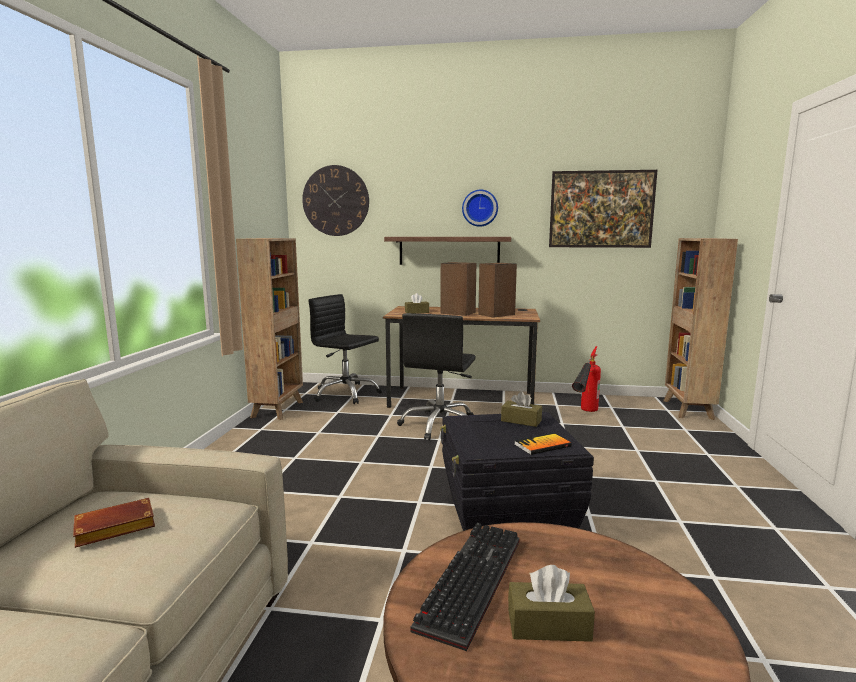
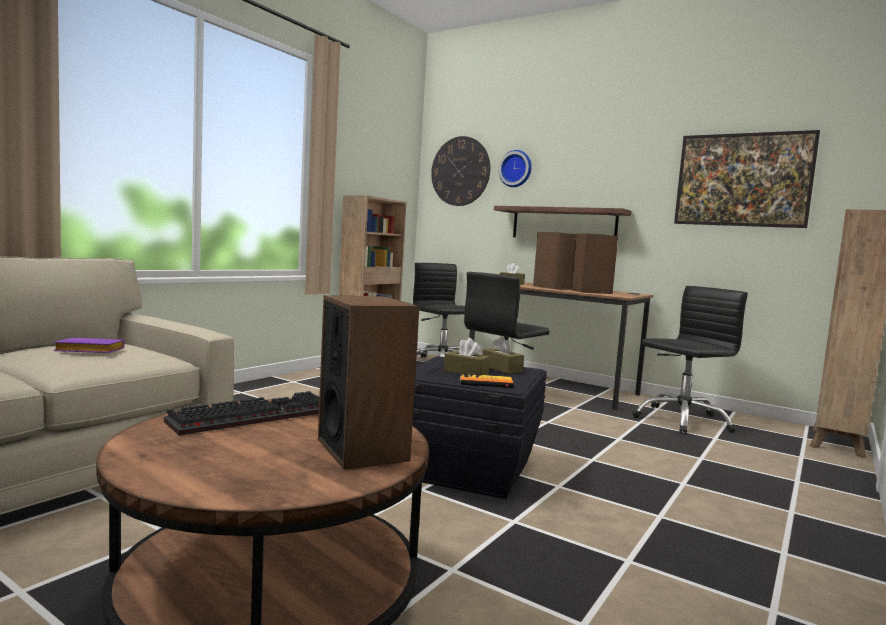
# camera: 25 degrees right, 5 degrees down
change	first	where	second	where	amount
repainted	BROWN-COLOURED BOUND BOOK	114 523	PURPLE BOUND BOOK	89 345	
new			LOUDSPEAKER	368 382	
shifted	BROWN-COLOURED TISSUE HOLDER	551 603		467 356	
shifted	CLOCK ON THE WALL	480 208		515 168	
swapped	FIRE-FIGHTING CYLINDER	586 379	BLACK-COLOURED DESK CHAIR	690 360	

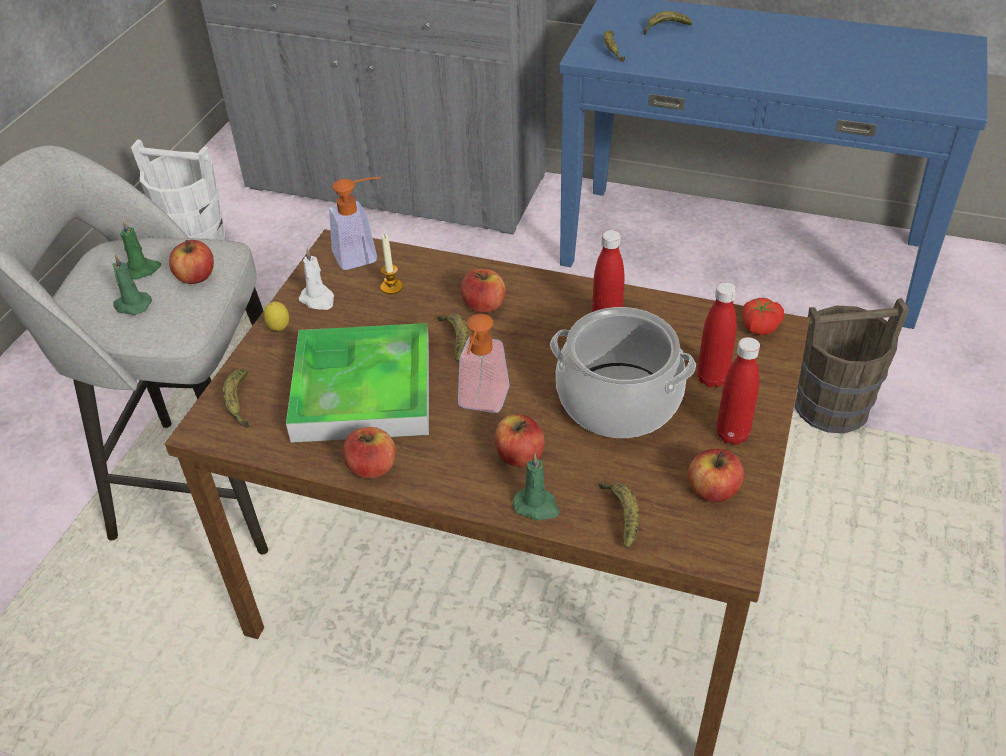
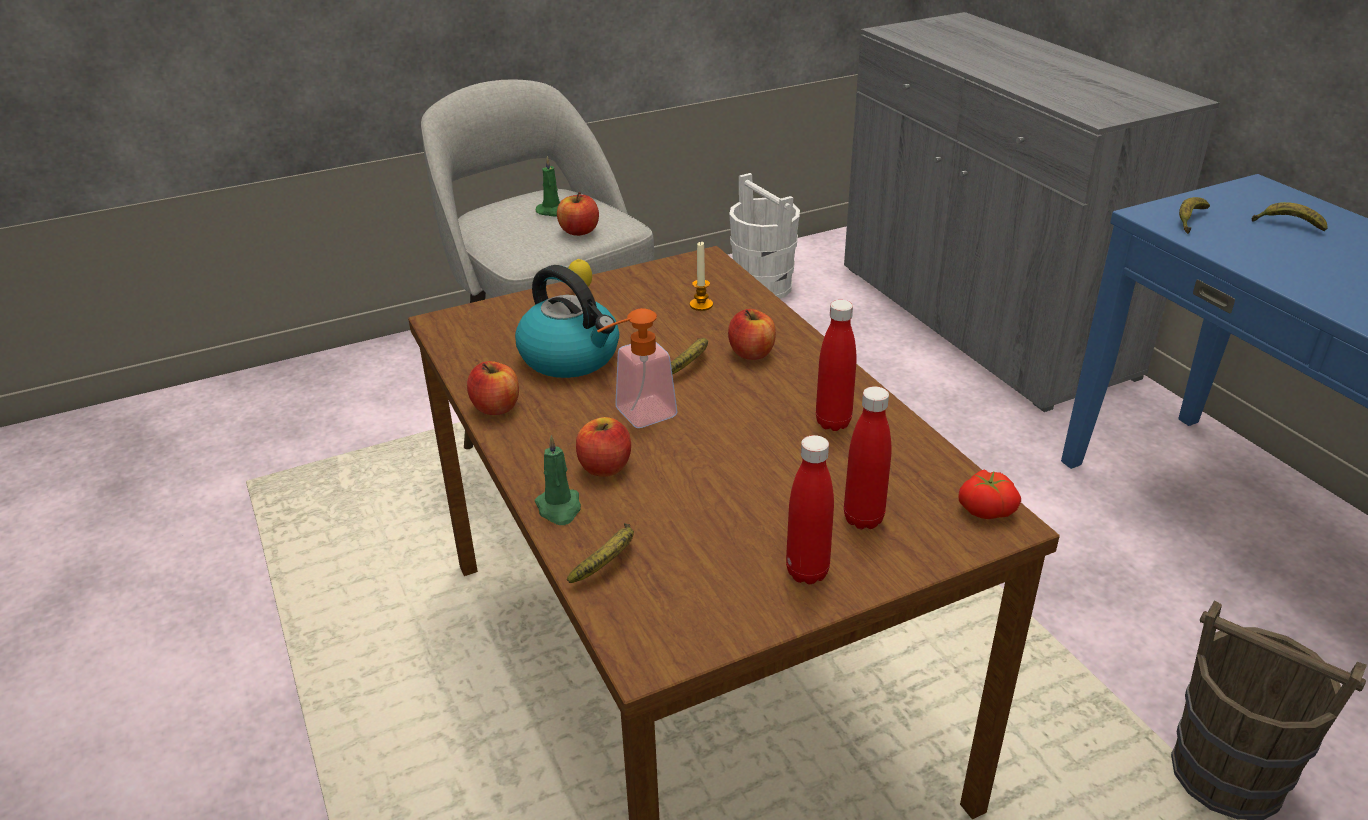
# camera: 45 degrees right, 10 degrees down
change	first	where	second	where	amount
swapped	CARRYING TRAY	357 383	WATER KETTLE	567 321	
gone	GREEN WAX LIGHT	132 284			
gone	WHOLE BANANA	236 398			
gone	WHITE WAX LIGHT	316 279			
gone	SOAP DISPENSER	355 223			
gone	STOCKPOT	623 372			
gone	APPLE	716 475			

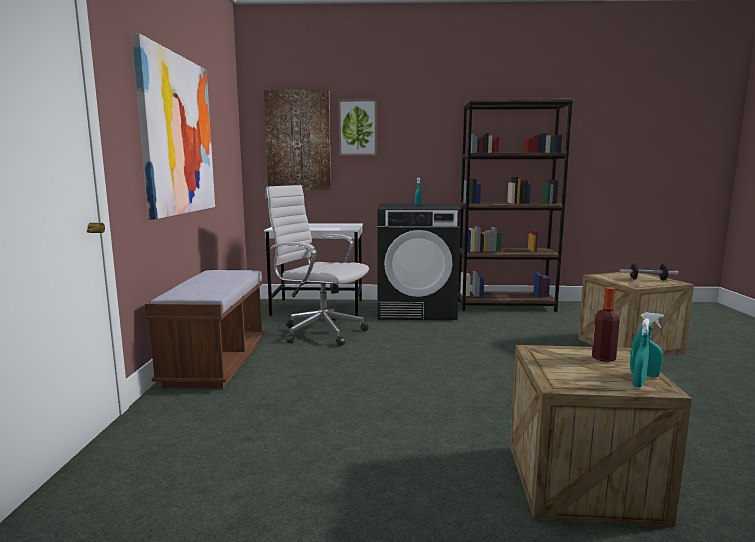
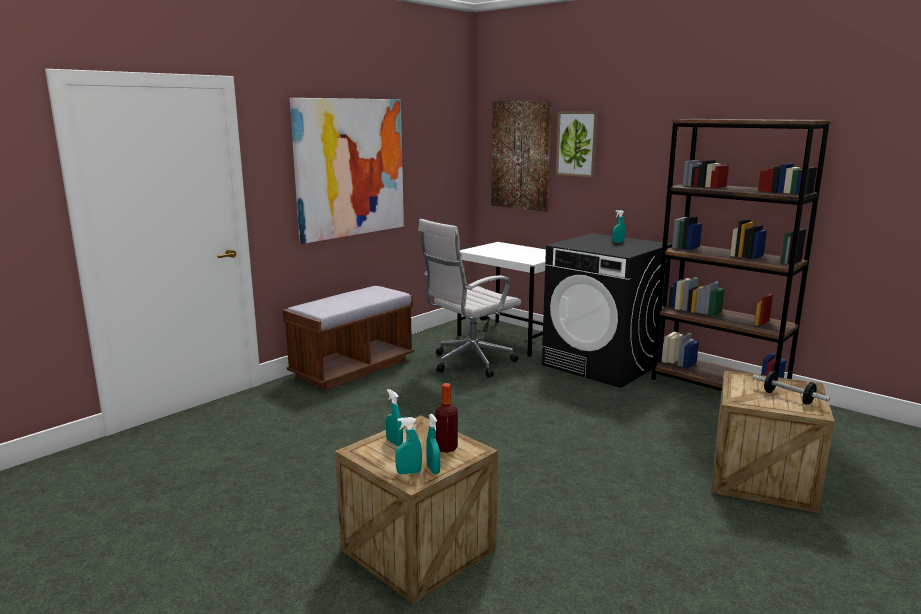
# camera: 40 degrees right, 5 degrees up
change	first	where	second	where	amount
new			TURQUOISE SPRAYER	394 417	
rotated	WHITE DESK CHAIR	317 265		469 298	105 degrees counterclockwise

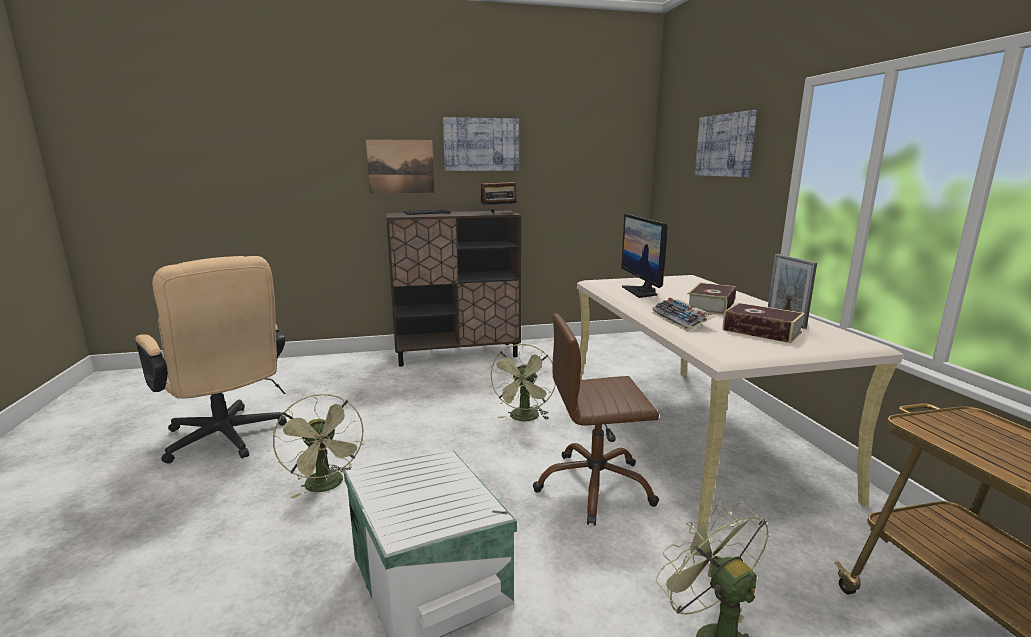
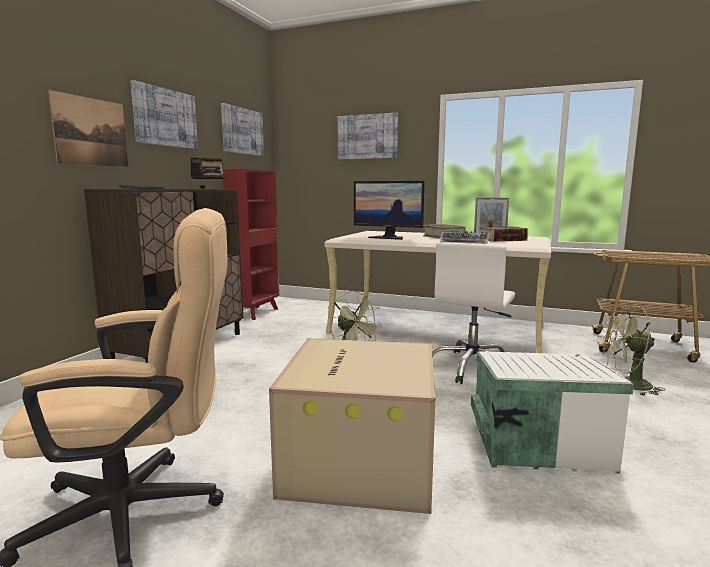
# camera: 55 degrees left, 5 degrees down
change	first	where	second	where	amount
new			WALL ART	242 129	
new			RED SHELVING UNIT	251 244	
swapped	GREEN ELECTRIC FAN	319 446	PACKING BOX	352 426	
repainted	BROWN-COLOURED DESK CHAIR	596 419	WHITE DESK CHAIR	474 313	

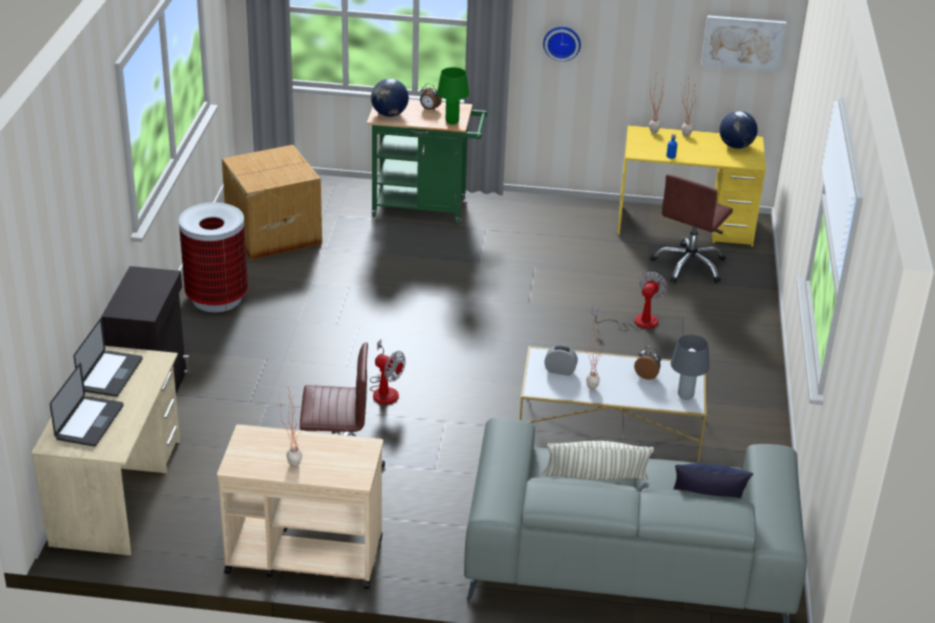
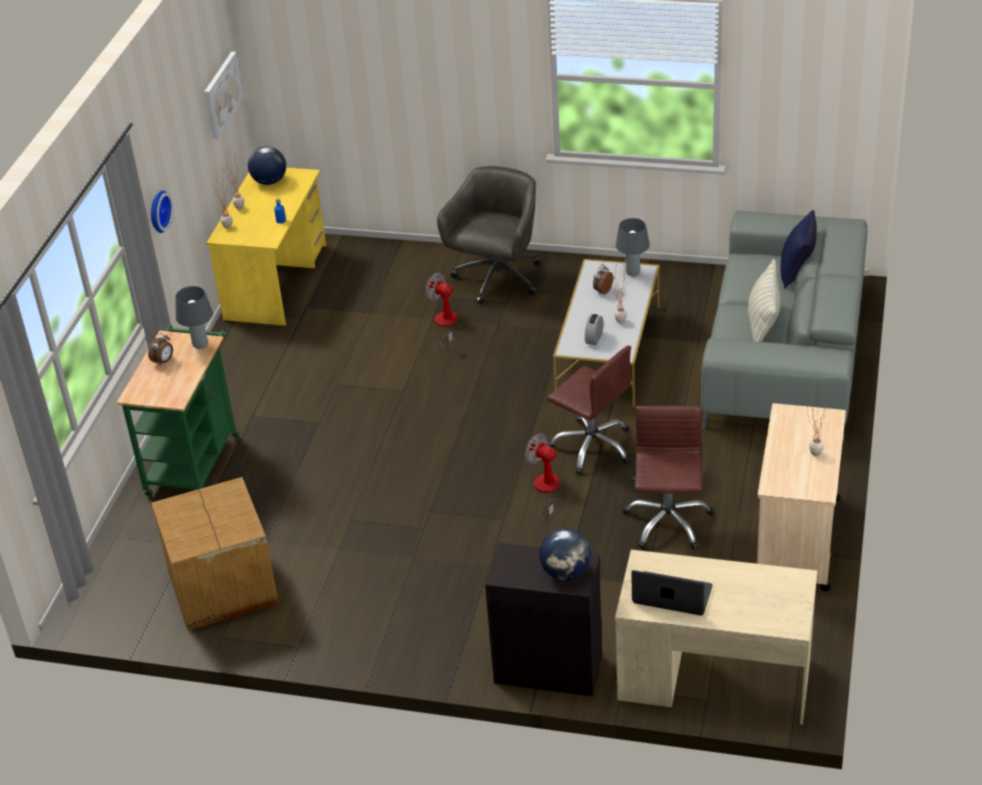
# camera: 80 degrees left, 5 degrees up
change	first	where	second	where	amount
repainted	GREEN TABLE LAMP	453 95	GREY TABLE LAMP	194 317	
new			GREY DESK CHAIR	489 235	
rotated	ELECTRIC FAN	388 372		544 477	90 degrees counterclockwise
shifted	WORLD GLOBE	390 98		565 554	
shifted	BROWN-COLOURED DESK CHAIR	691 228		589 410	
gone	PORTABLE COMPUTER	87 405			
gone	WASTE BIN	213 257			

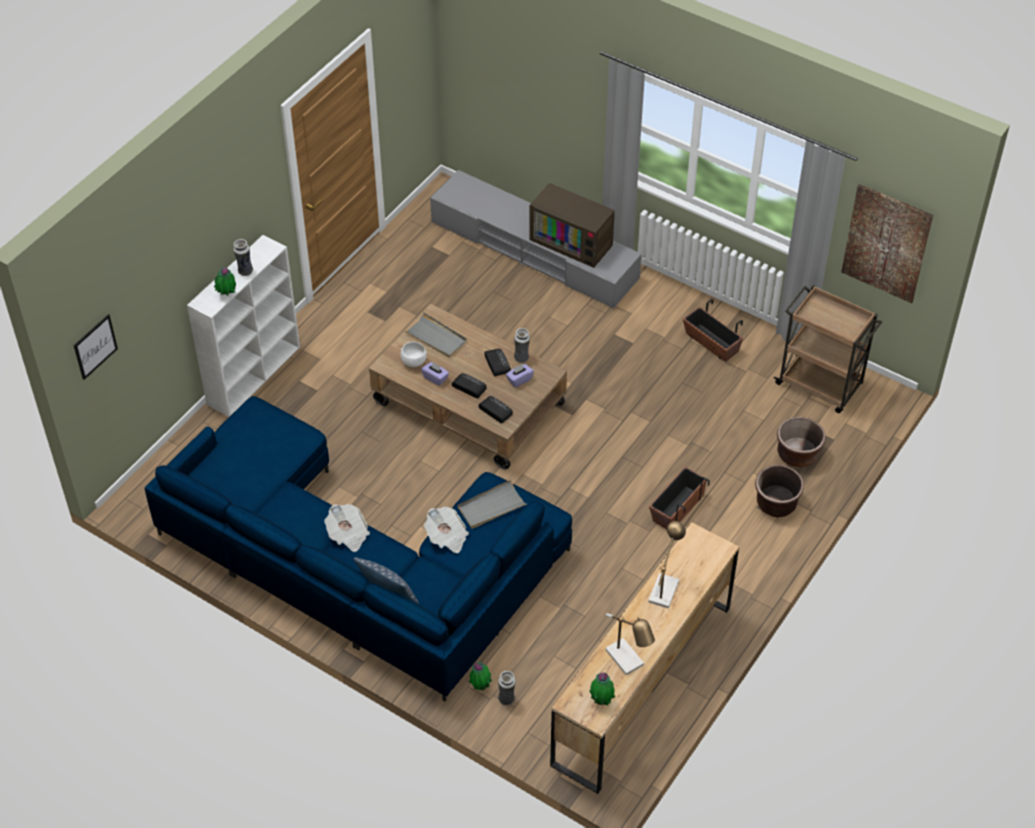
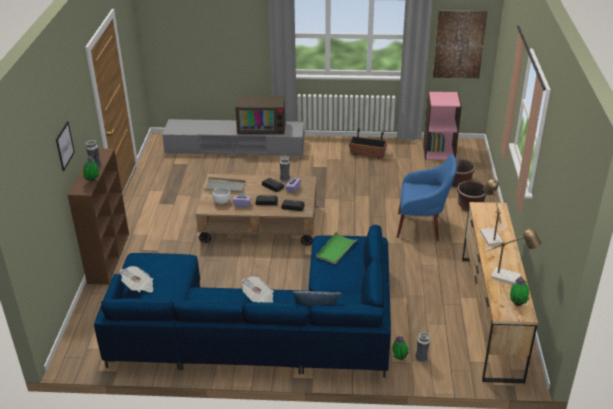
# camera: 30 degrees left, 15 degrees down
change	first	where	second	where	amount
shifted	WALL ART	96 347		65 146	
repainted	WHITE SHELVING UNIT	243 326	BROWN-COLOURED SHELVING UNIT	98 216	
shifted	NEWSPAPER	446 530		136 279	
repainted	GREY CARRYING TRAY	492 504	GREEN CARRYING TRAY	336 247	
swapped	PLANT POT	679 498	BLUE ARMCHAIR	427 197	
swapped	BROWN-COLOURED TROLLEY	828 349	PINK-COLOURED SHELVING UNIT	442 126	

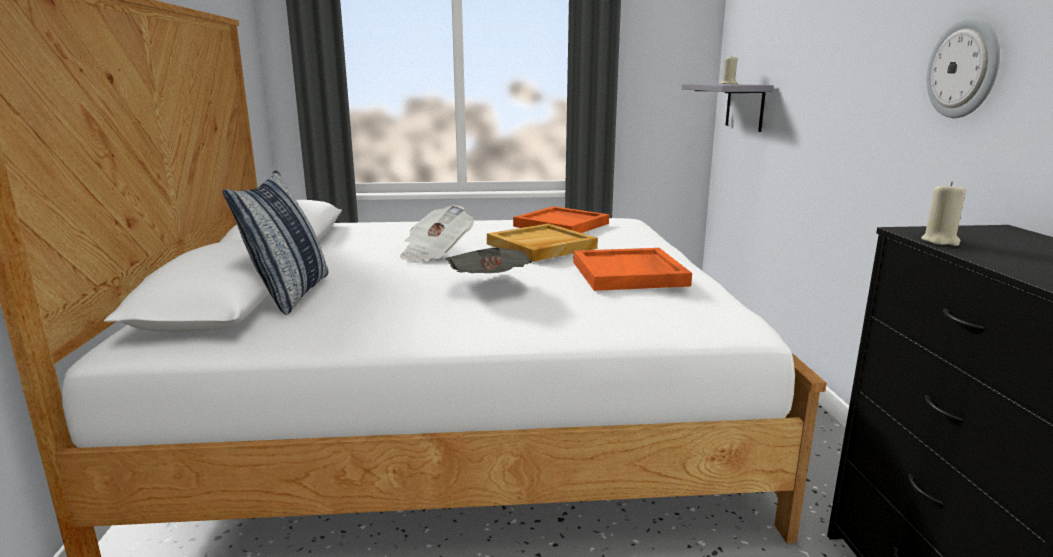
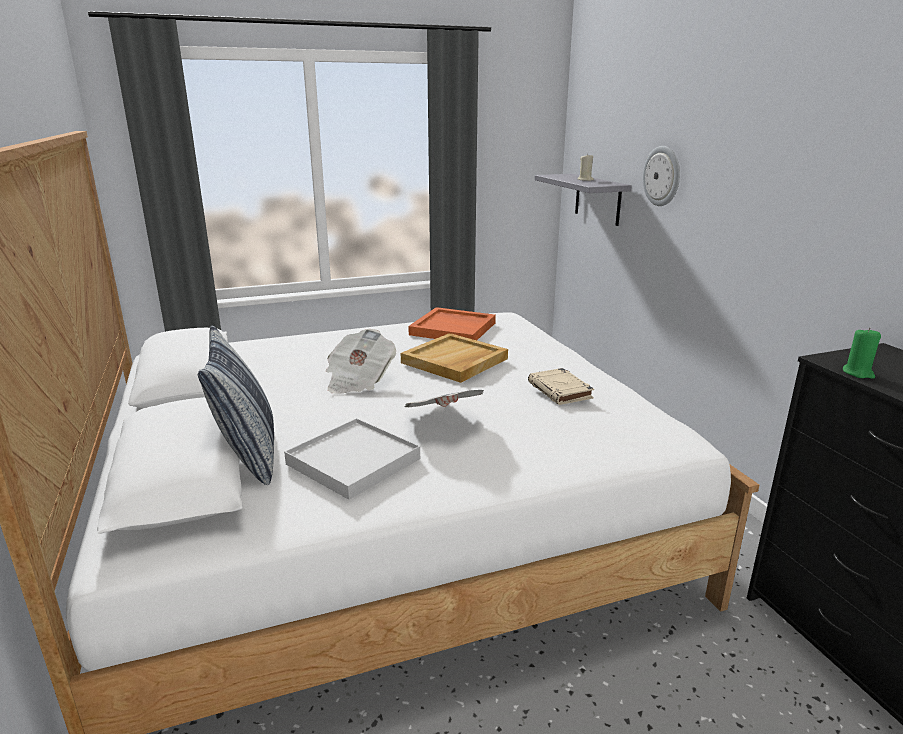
# camera: 15 degrees left, 5 degrees up
change	first	where	second	where	amount
new			WHITE CARRYING TRAY	352 459	
swapped	ORANGEY CARRYING TRAY	632 269	BEIGE BOUND BOOK	561 386	
shifted	CLOCK ON THE WALL	963 67		661 176	
repainted	BEIGE WAX LIGHT	943 214	GREEN WAX LIGHT	862 353	

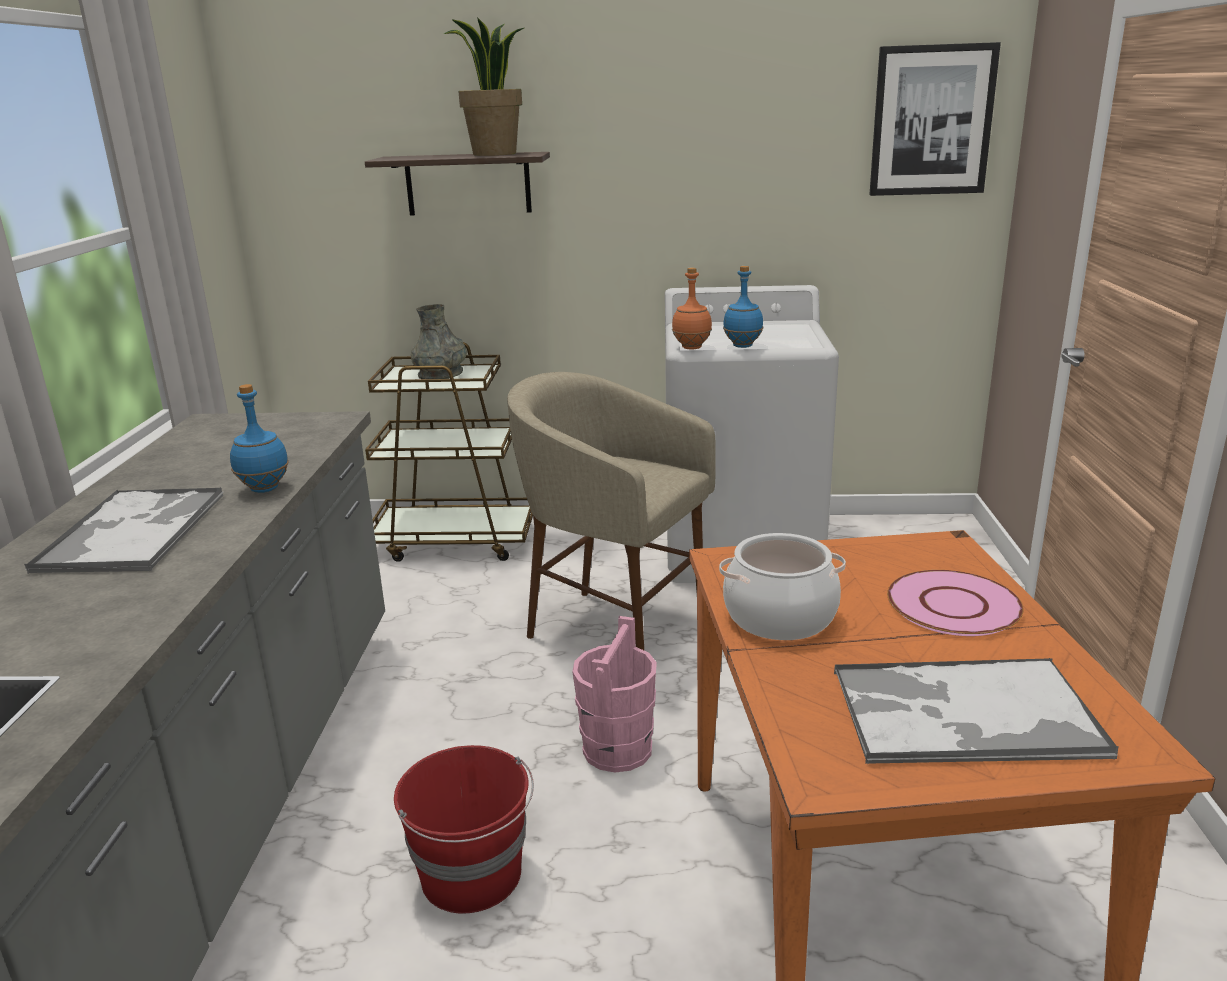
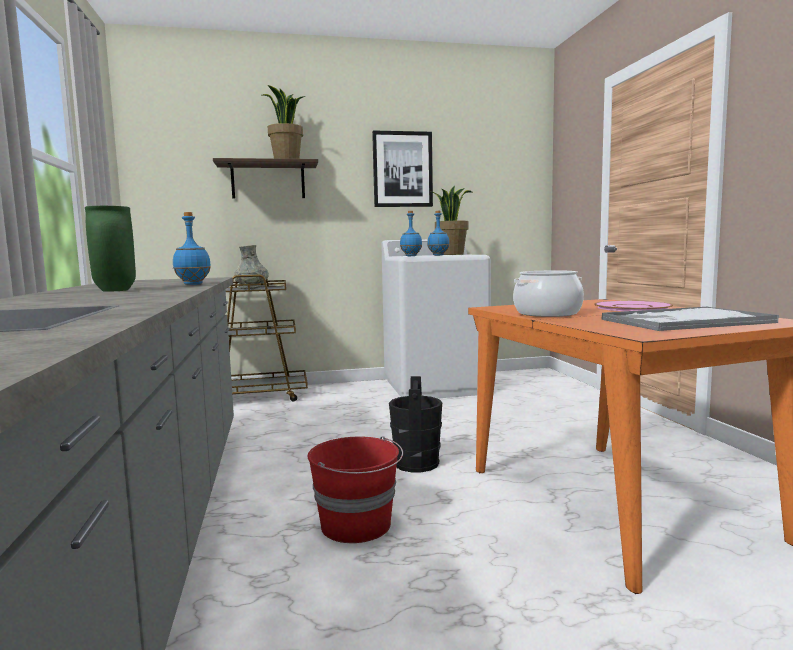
# camera: 15 degrees left, 15 degrees down
change	first	where	second	where	amount
swapped	CARRYING TRAY	123 530	GREEN DECORATIVE VASE	110 249	
shifted	WALL ART	935 119		402 168	
repainted	PINK-COLOURED WATER BUCKET	614 694	BLACK-COLOURED WATER BUCKET	415 424	
repainted	ORANGEY BOTTLE	692 308	BLUE BOTTLE	411 233	
new			PLANT IN A POT	452 220	
gone	BEIGE STOOL	611 511			

